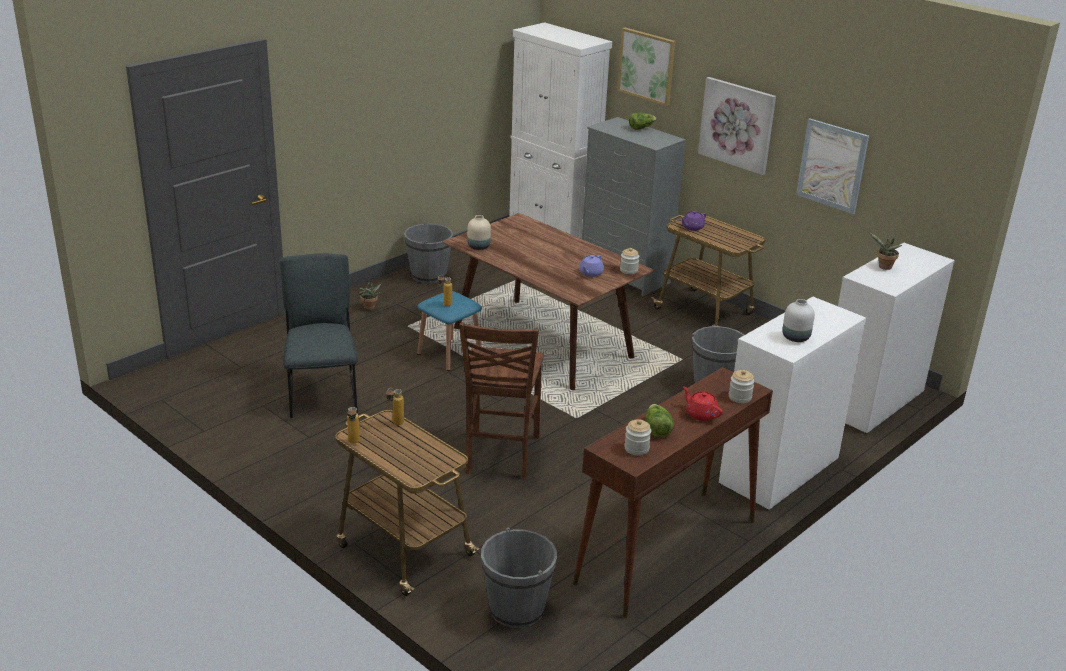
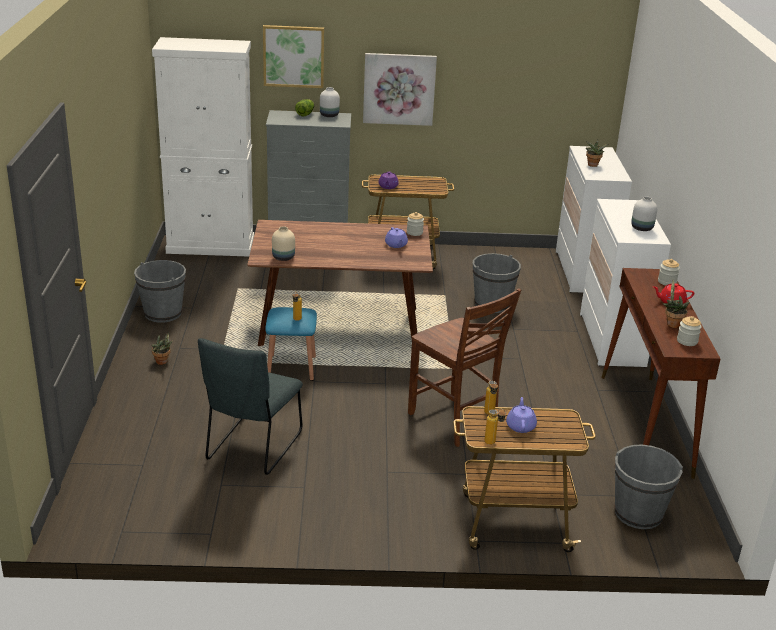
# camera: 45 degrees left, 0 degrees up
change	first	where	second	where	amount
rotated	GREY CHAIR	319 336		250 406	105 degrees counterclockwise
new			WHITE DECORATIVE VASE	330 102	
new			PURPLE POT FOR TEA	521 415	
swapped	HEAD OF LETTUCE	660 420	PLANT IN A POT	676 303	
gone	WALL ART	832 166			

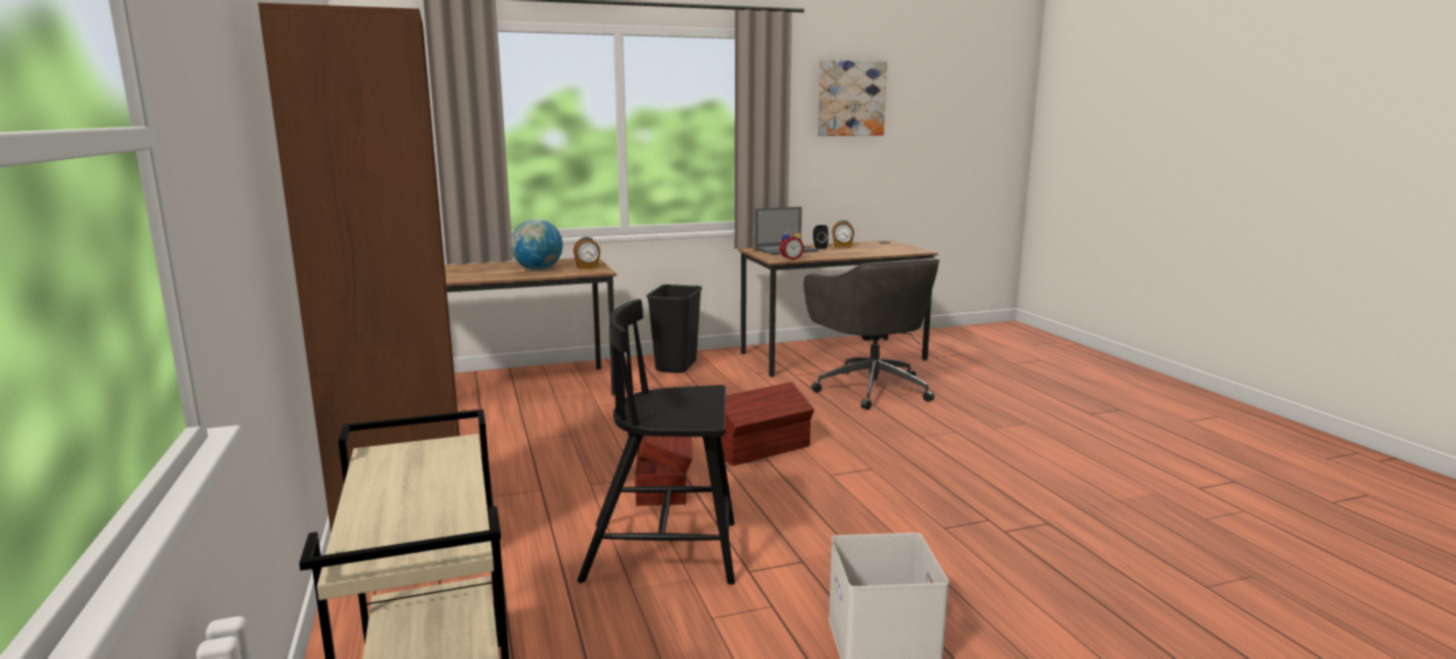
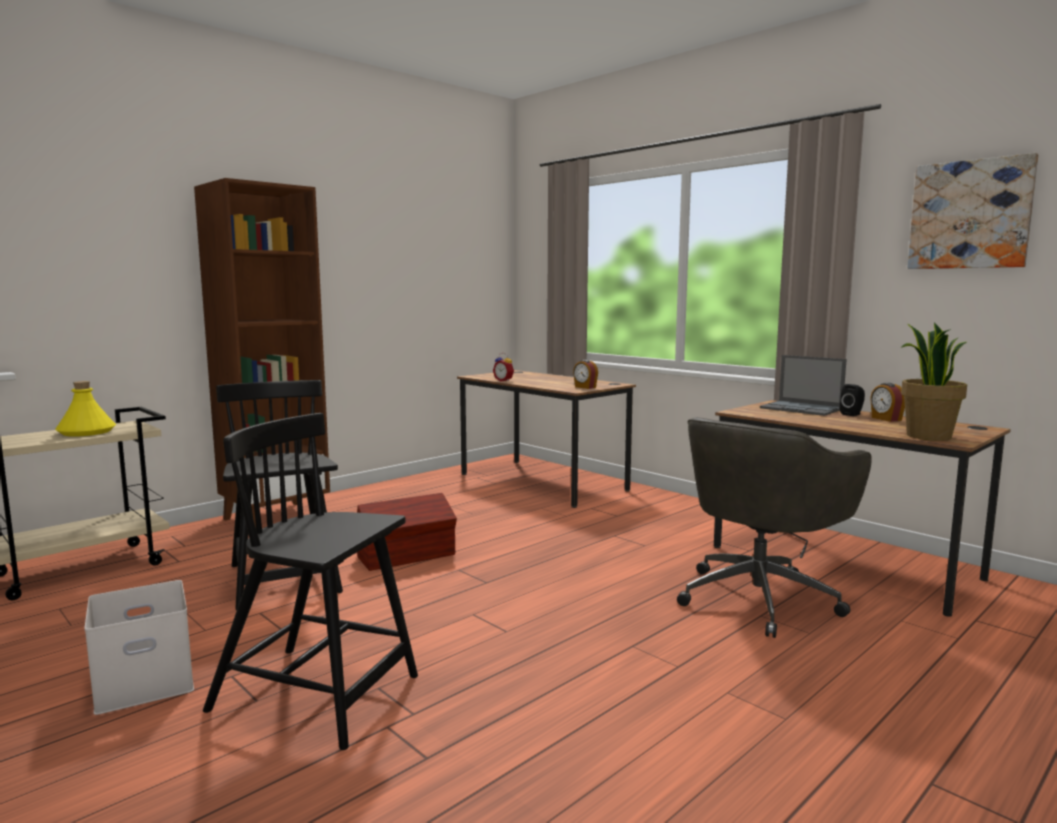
# camera: 65 degrees right, 5 degrees down
change	first	where	second	where	amount
new			YELLOW-COLOURED BOTTLE	85 409	
new			BLACK-COLOURED CHAIR	310 581	
shifted	ALARM CLOCK	791 244		503 367	
new			PLANT IN A POT	934 381	
gone	WORLD GLOBE	536 244			
gone	BLACK-COLOURED WASTE BIN	674 328			
gone	BROWN-COLOURED STORAGE BIN	767 424			

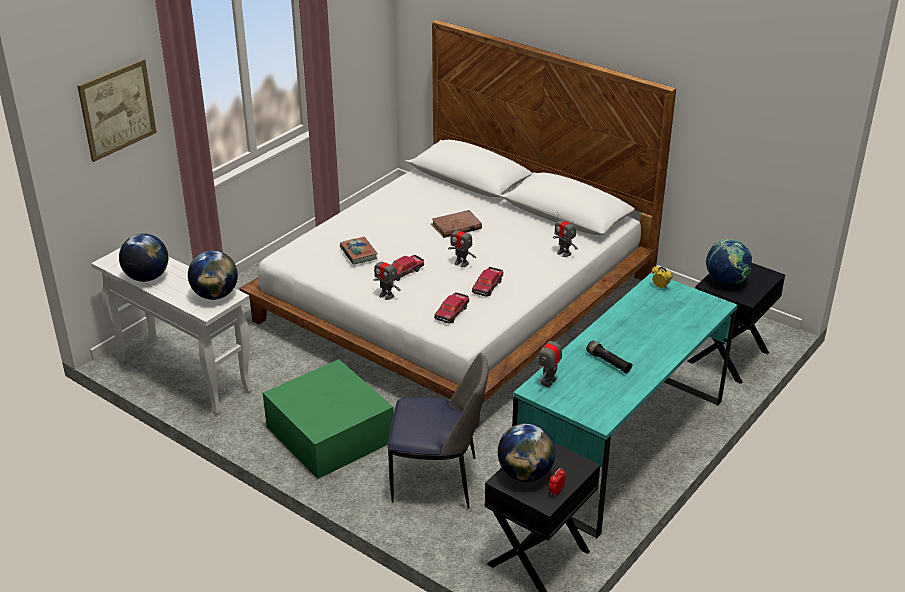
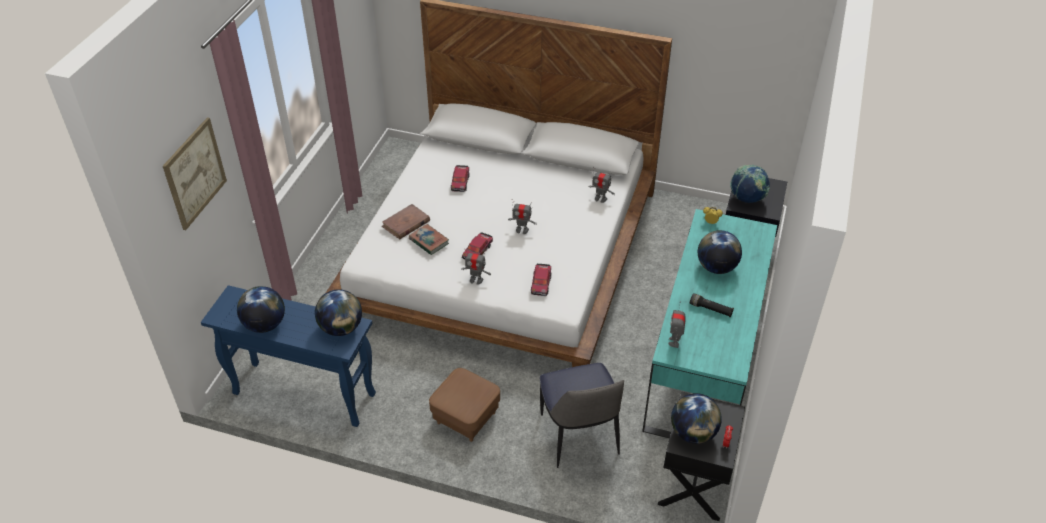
# camera: 20 degrees left, 10 degrees up
change	first	where	second	where	amount
repainted	WHITE CONSOLE TABLE	171 331	BLUE CONSOLE TABLE	288 356	
shifted	BROWN-COLOURED BOUND BOOK	456 224		406 221	
swapped	GREEN STORAGE BIN	328 419	BROWN-COLOURED FOOTREST	464 405	
shifted	MODEL CAR	487 282		460 178	
rotated	CHAIR	438 431		582 415	90 degrees clockwise
new			WORLD GLOBE	720 252	

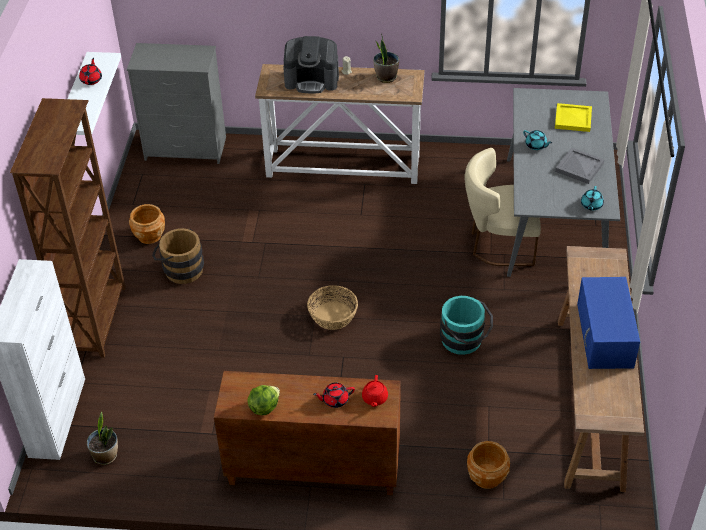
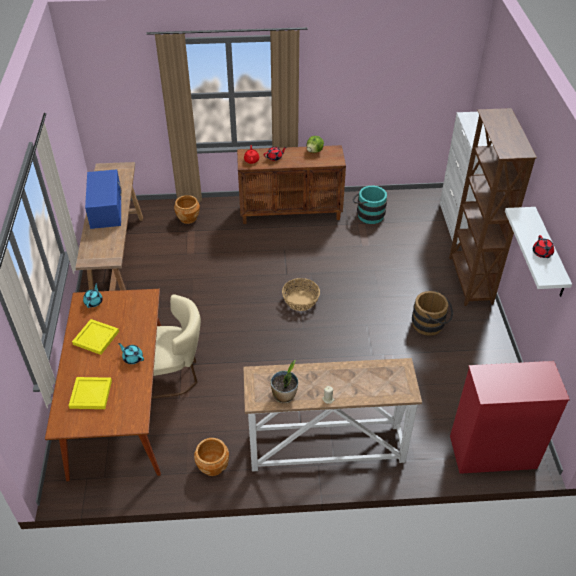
# camera: 170 degrees right, 0 degrees up
change	first	where	second	where	amount
repainted	GREY DINING TABLE	563 182	BROWN-COLOURED DINING TABLE	103 385	
repainted	GREY CARRYING TRAY	580 166	YELLOW-COLOURED CARRYING TRAY	95 337	
shifted	BROWN-COLOURED PLANT POT	147 224		211 457	
shifted	TURQUOISE WATER BUCKET	466 325		370 205	
repainted	GREY CHEST OF DRAWERS	176 103	RED CHEST OF DRAWERS	510 417	
gone	PLANT IN A POT	102 438			
gone	COFFEE MACHINE	311 64			

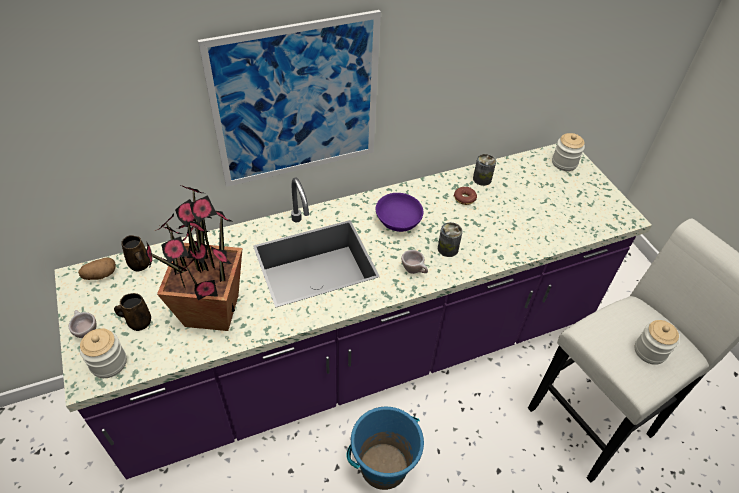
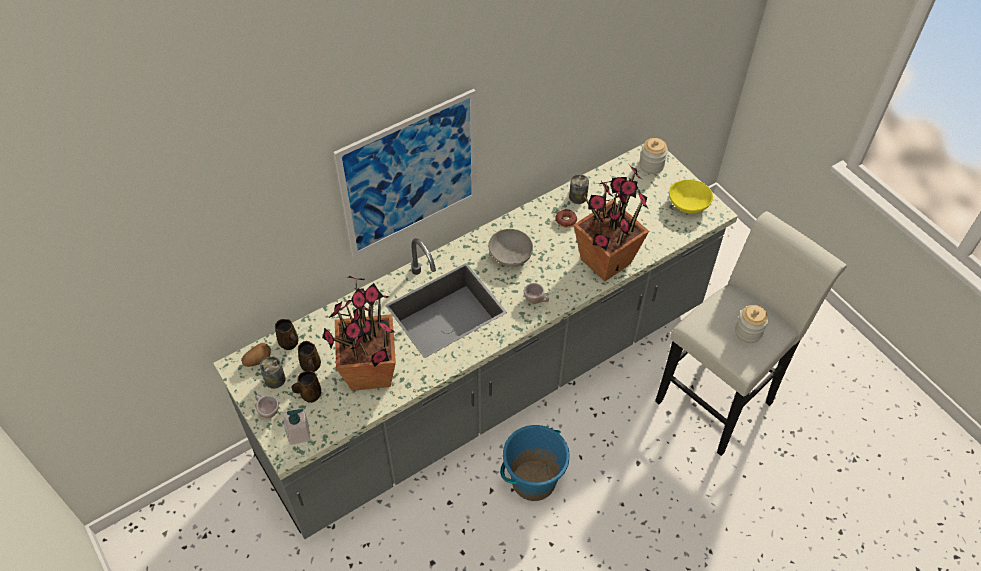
# camera: 10 degrees left, 5 degrees up
change	first	where	second	where	amount
repainted	PURPLE COUNTER	353 311	GREY COUNTER	475 341	
shifted	SEALED CAN	450 239		273 372	
swapped	JAR	103 353	SOAP DISPENSER	297 427	
new			BROWN-COLOURED COFFEE MUG	309 356	
repainted	PURPLE BOWL	399 212	GREY BOWL	510 248	
new			PLANT IN A POT	611 223	
new			YELLOW-COLOURED BOWL	691 196	

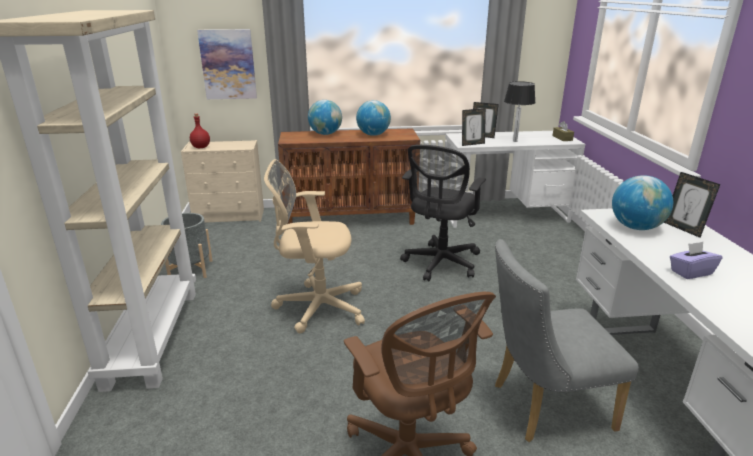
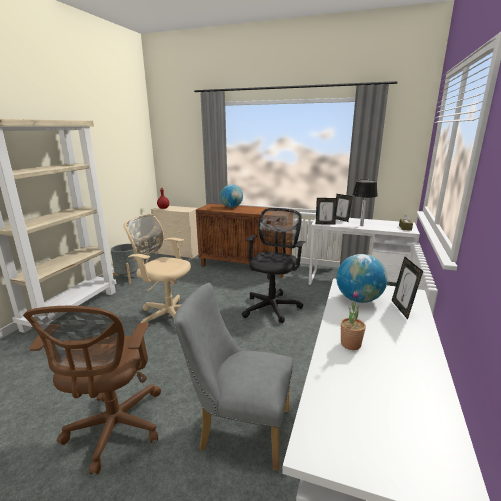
# camera: 25 degrees right, 5 degrees down
change	first	where	second	where	amount
rotated	BLACK-COLOURED DESK CHAIR	443 213		274 265	150 degrees clockwise
swapped	PURPLE TISSUE HOLDER	696 260	PLANT IN A POT	353 320	
gone	WALL ART	227 64			
gone	WORLD GLOBE	373 118			

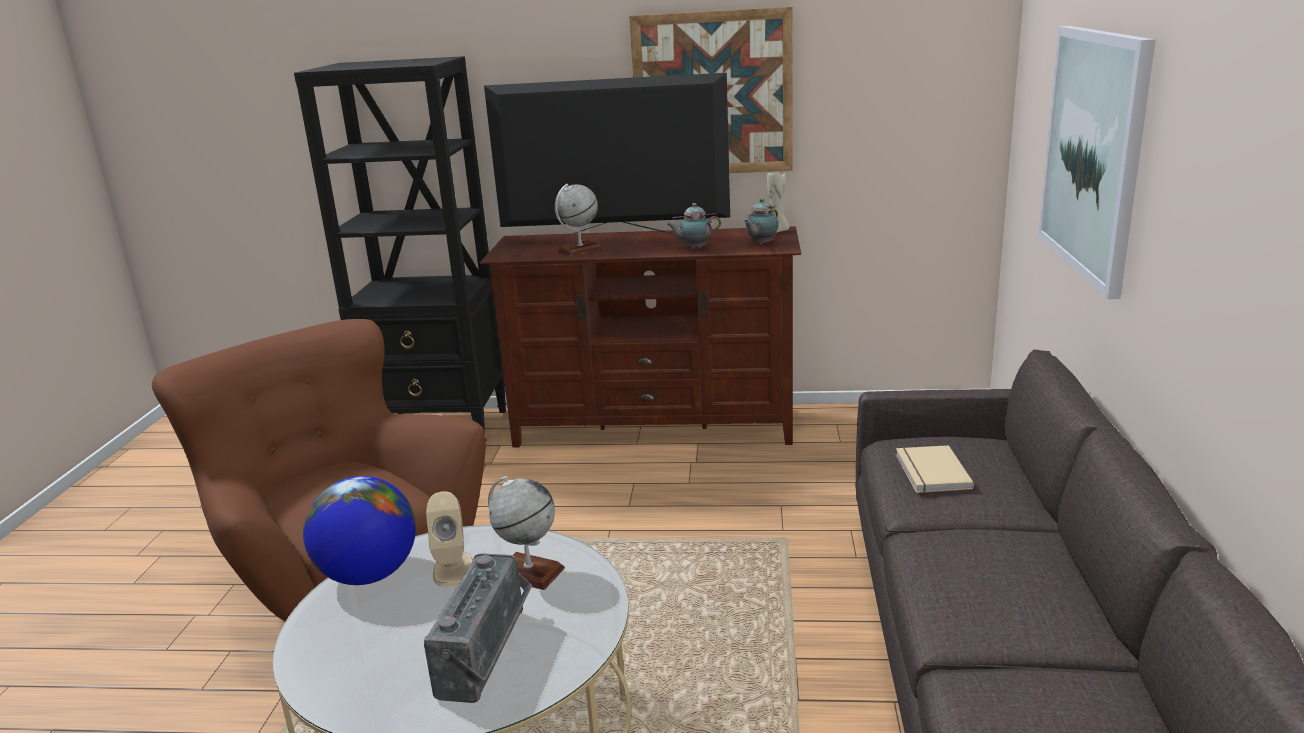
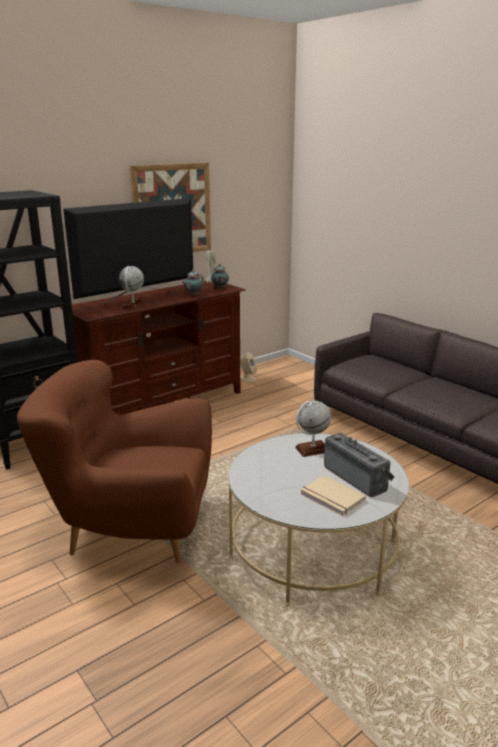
# camera: 45 degrees left, 0 degrees up
change	first	where	second	where	amount
shifted	BEIGE LOUDSPEAKER	449 539		248 367	
shifted	BEIGE BOUND BOOK	935 469		333 496	
gone	WORLD GLOBE	359 530			
gone	WALL ART	1097 162			

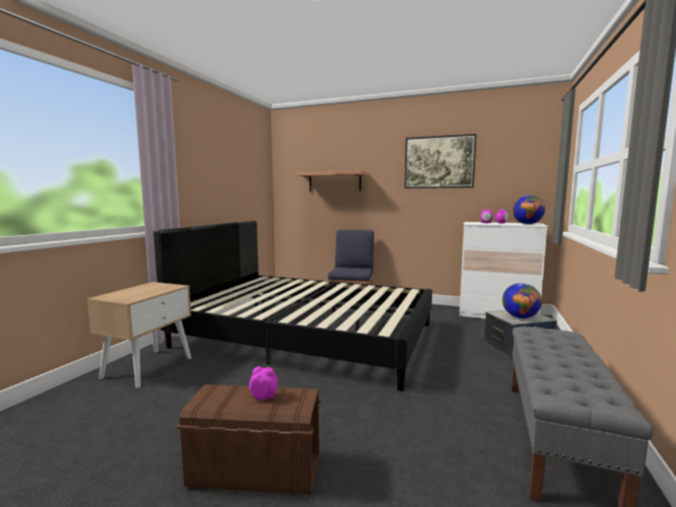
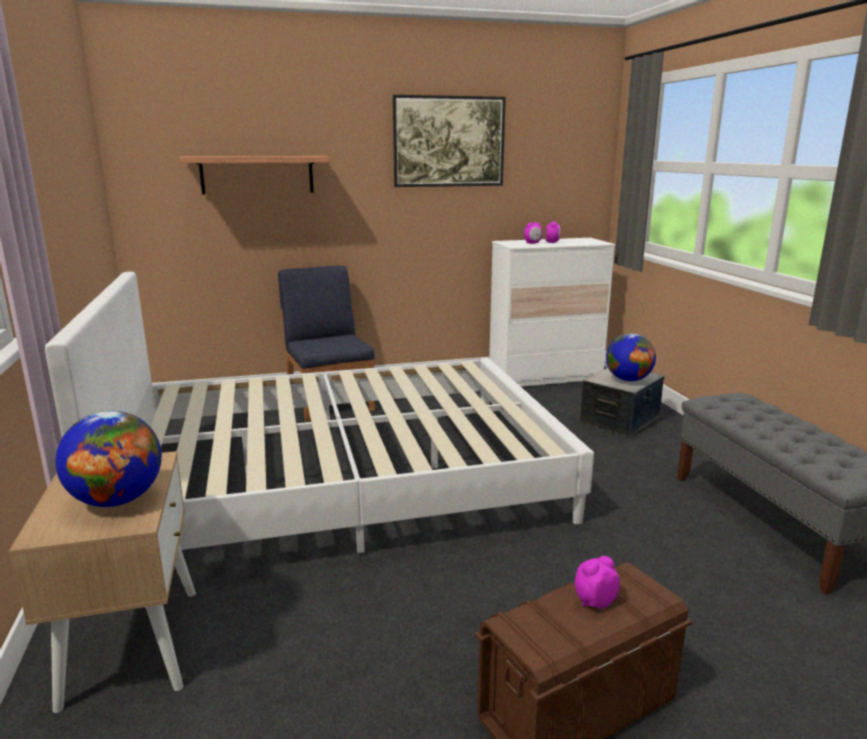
# camera: 35 degrees left, 10 degrees up
change	first	where	second	where	amount
repainted	BLACK-COLOURED BEDROOM BED	292 306	WHITE BEDROOM BED	319 412	
shifted	WORLD GLOBE	529 209		108 459	

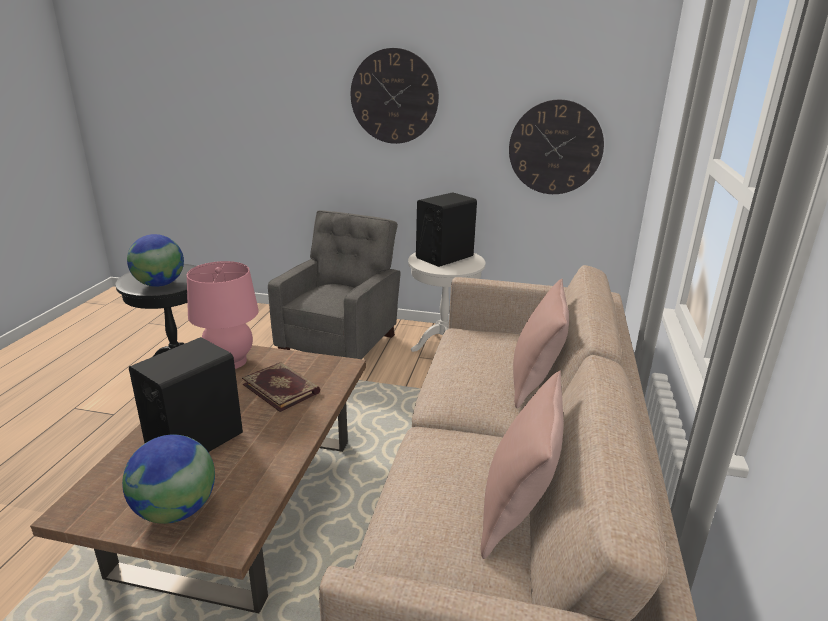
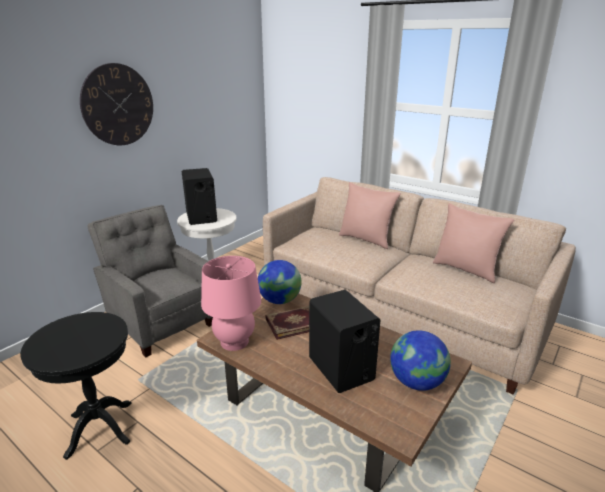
# camera: 65 degrees left, 0 degrees up
change	first	where	second	where	amount
shifted	WORLD GLOBE	155 260		280 282	
gone	CLOCK ON THE WALL	556 147			

